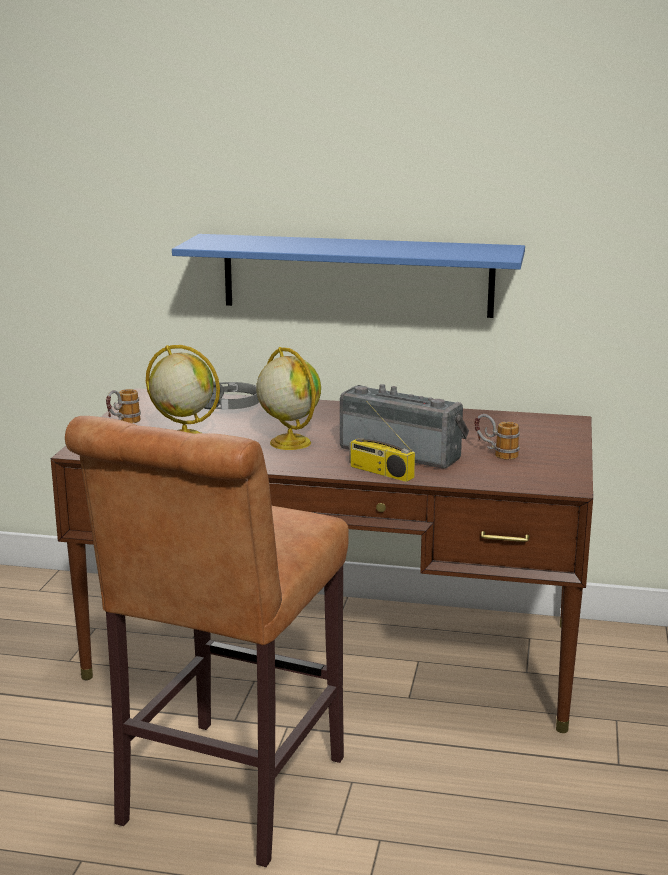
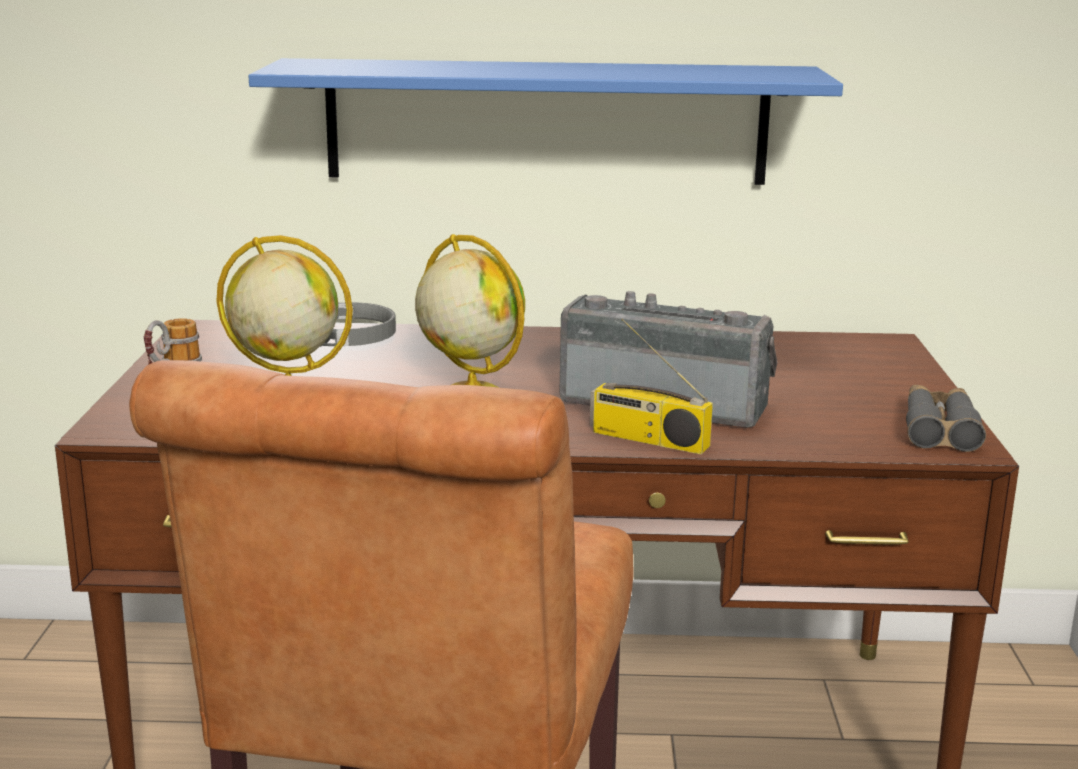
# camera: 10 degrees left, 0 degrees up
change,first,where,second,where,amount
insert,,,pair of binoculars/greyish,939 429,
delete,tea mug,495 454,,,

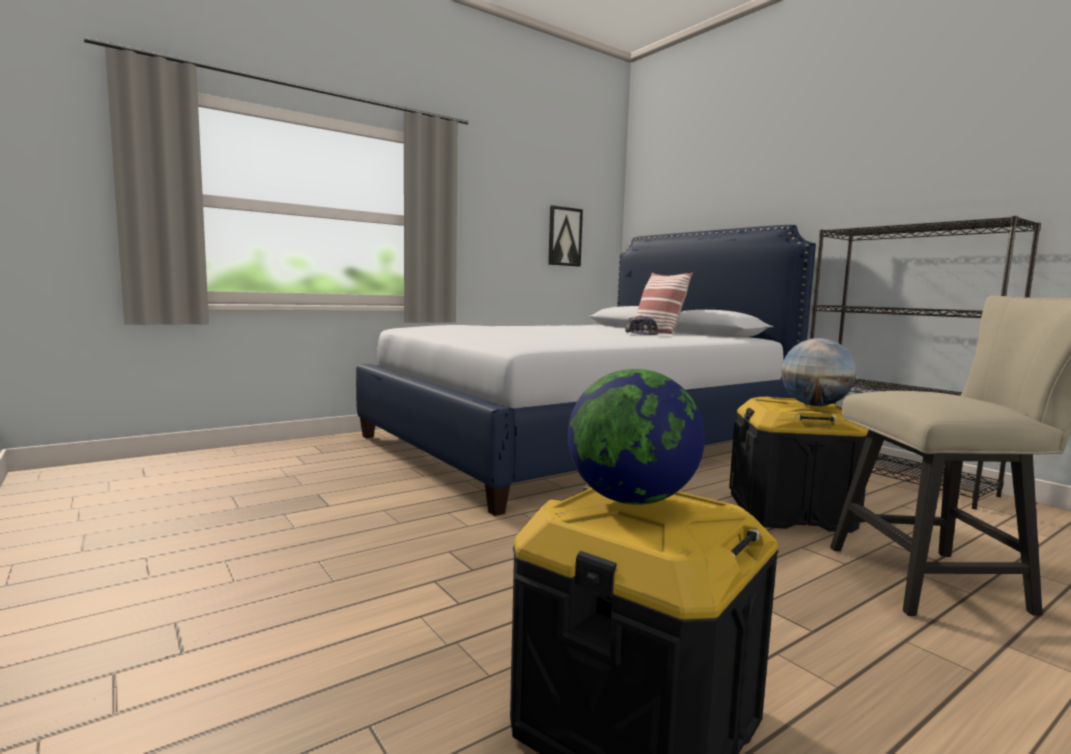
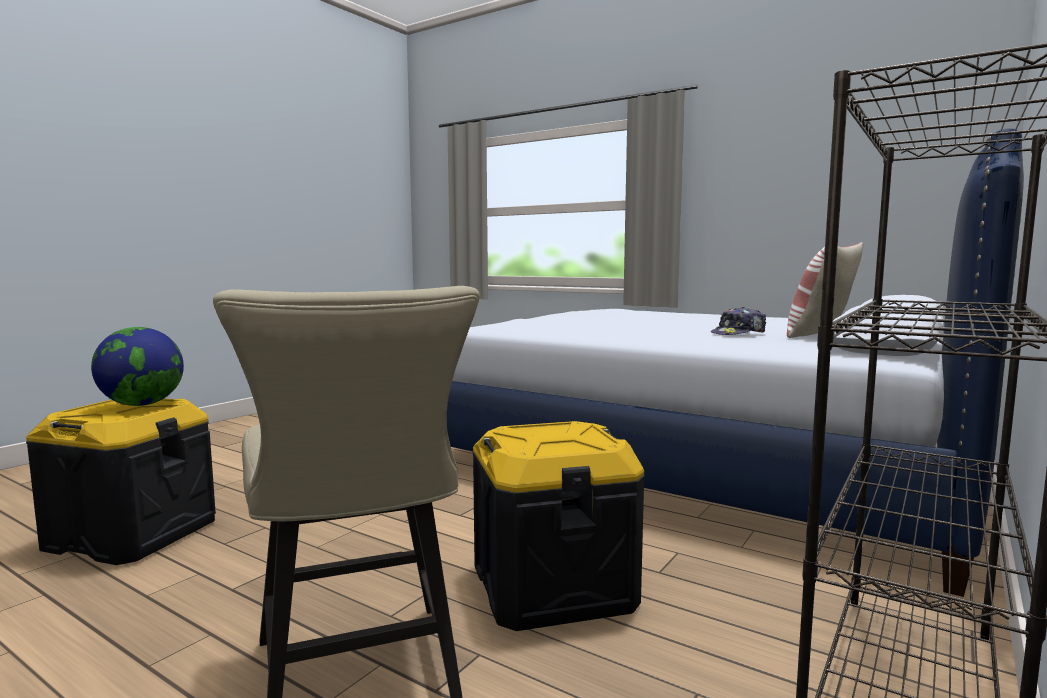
# camera: 70 degrees right, 0 degrees up
change,first,where,second,where,amount
delete,wall picture,564 236,,,
delete,world globe,814 405,,,

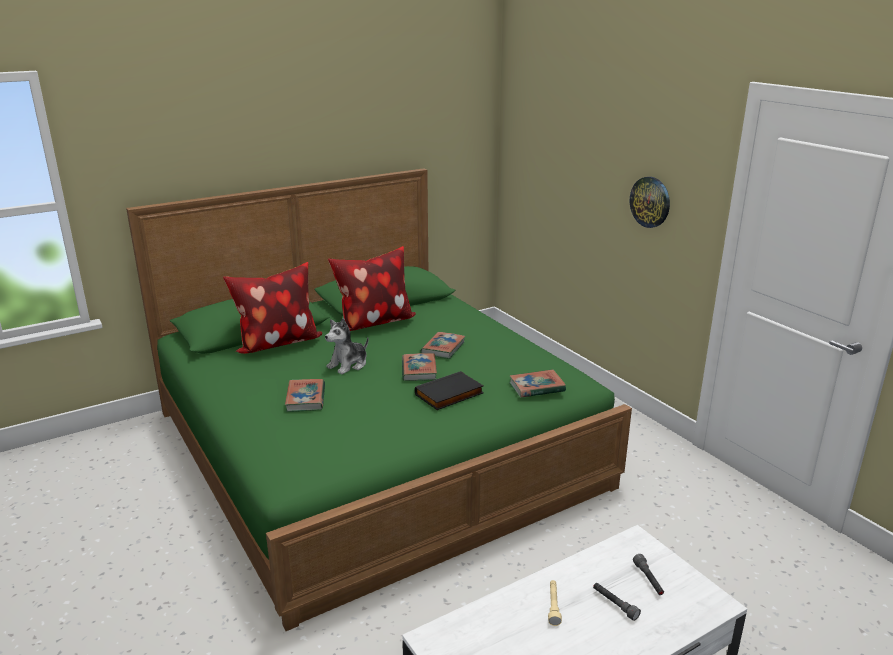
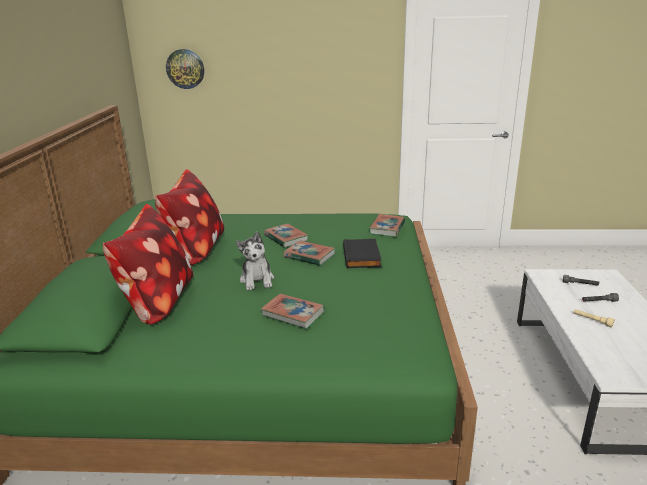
# camera: 55 degrees left, 0 degrees up
change,first,where,second,where,amount
move,clock on the wall,650 202,,185 69,

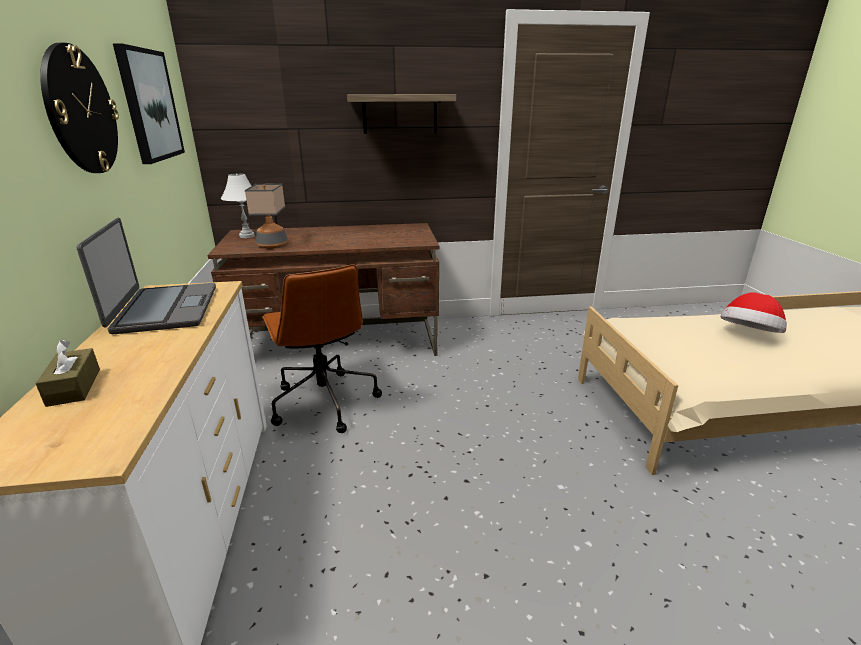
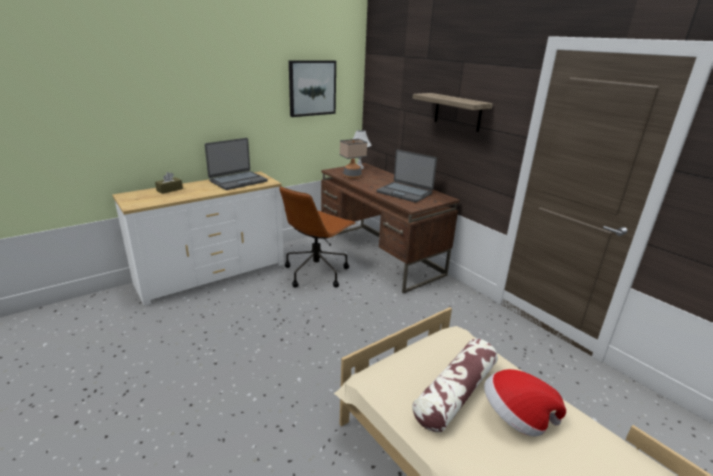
# camera: 60 degrees right, 0 degrees up
change,first,where,second,where,amount
insert,,,laptop,404 192,
insert,,,pillow,455 393,
delete,clock on the wall,80 111,,,

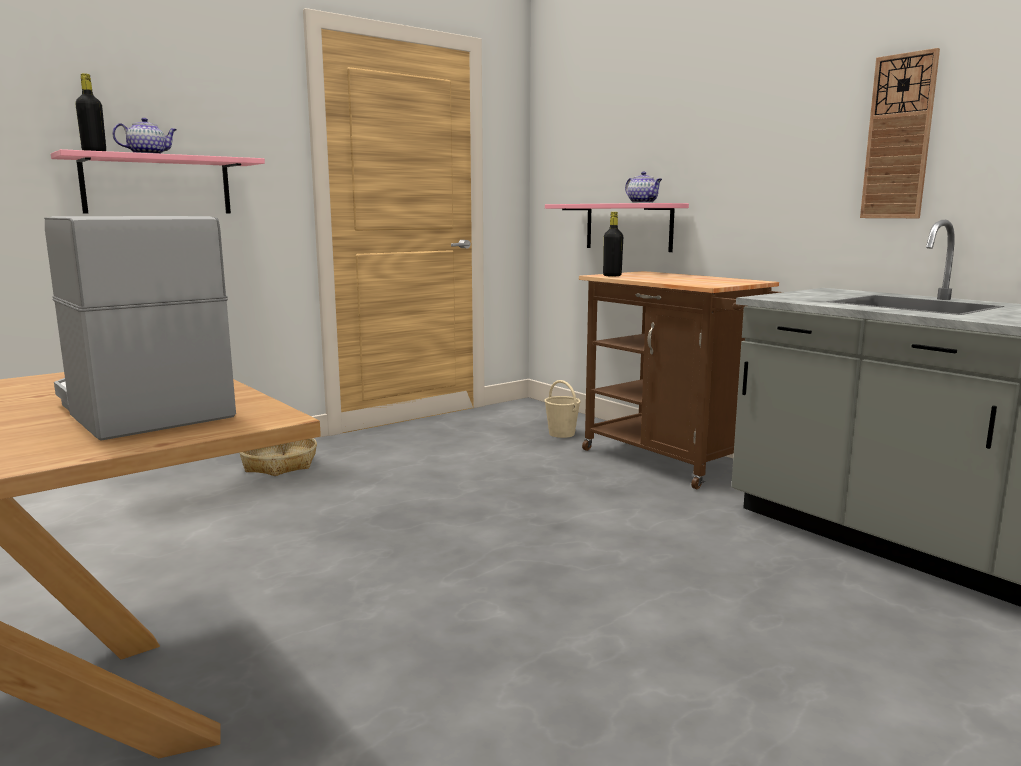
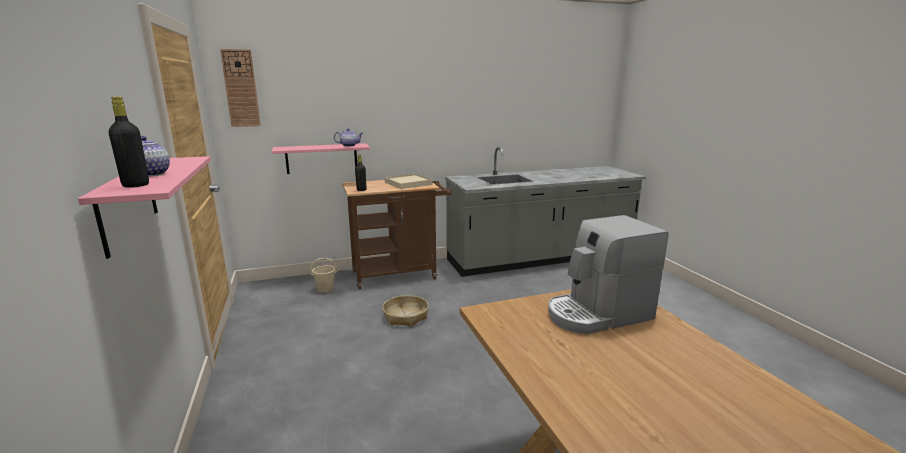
# camera: 70 degrees left, 5 degrees up
change,first,where,second,where,amount
move,clock on the wall,899 137,,241 88,
move,basket,279 464,,405 317,
insert,,,serving tray/sand-coloured,408 183,

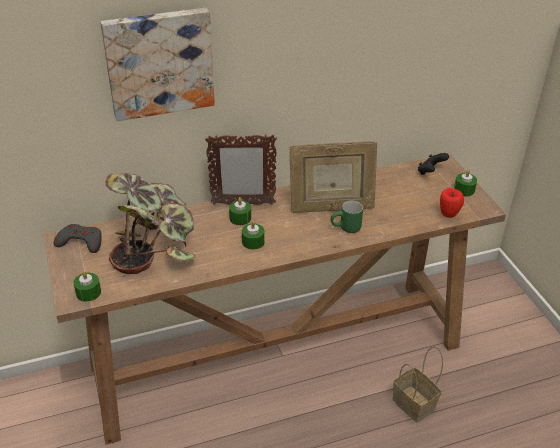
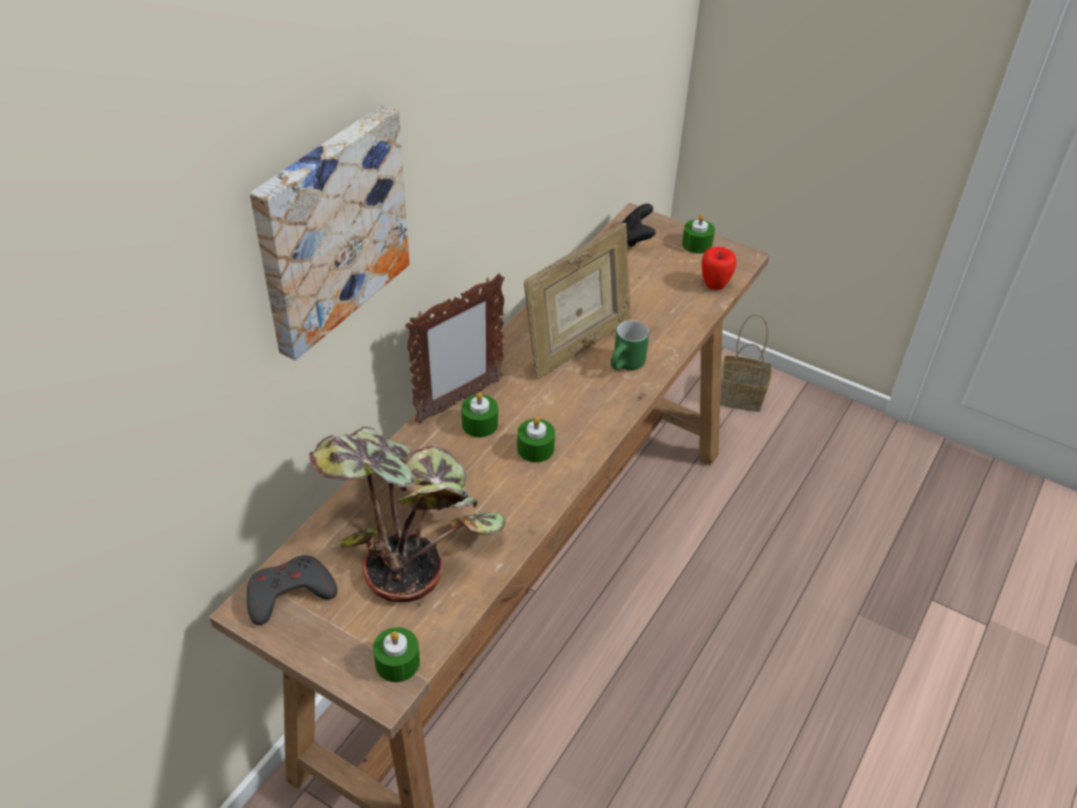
# camera: 40 degrees left, 5 degrees up
change,first,where,second,where,amount
move,basket,415 404,,742 396,

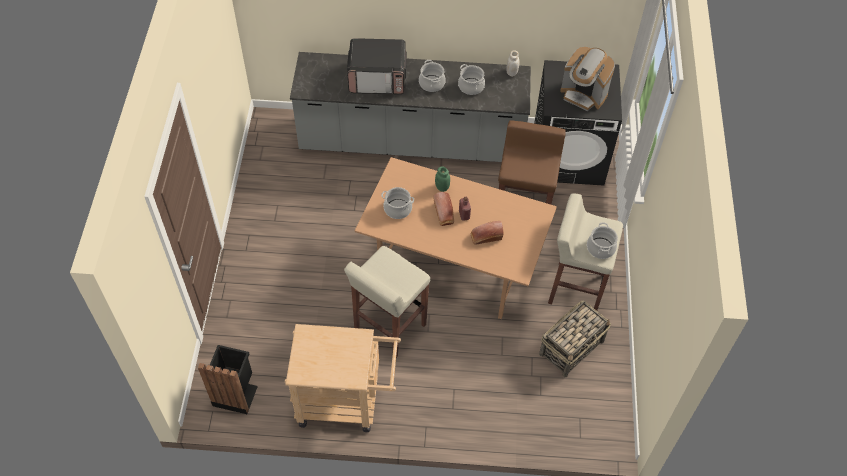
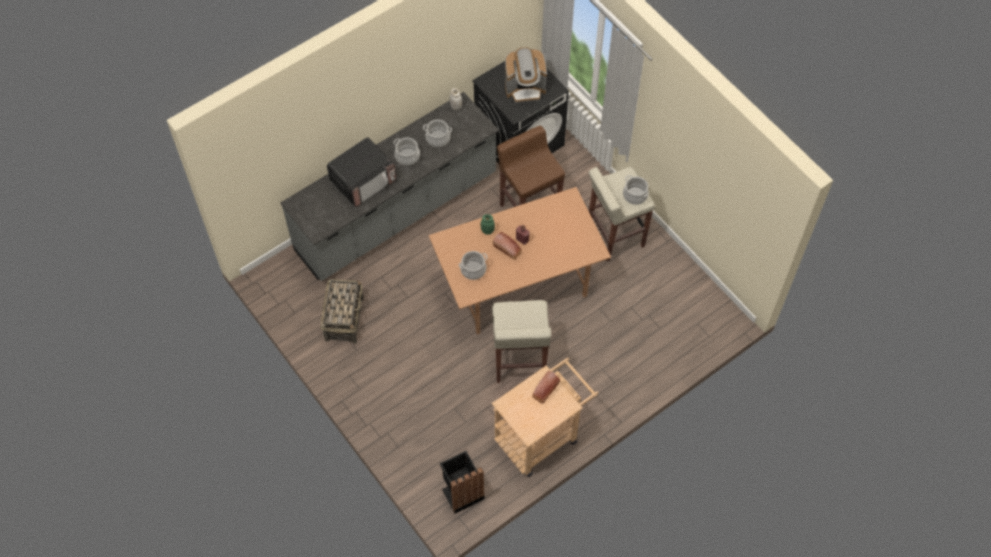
# camera: 40 degrees left, 5 degrees up
change,first,where,second,where,amount
move,basket,572 347,,344 318,
move,bakery bread,485 237,,545 391,

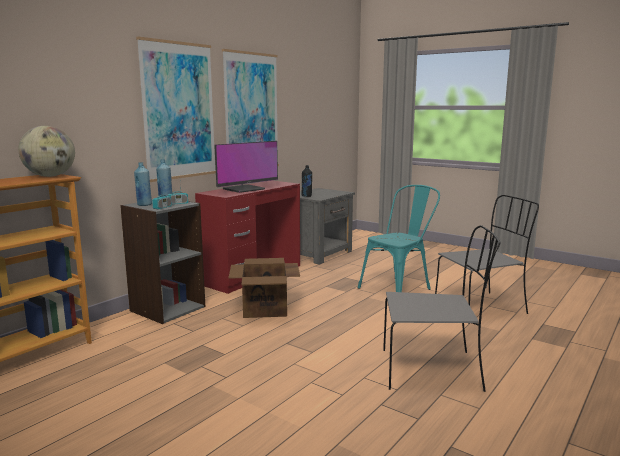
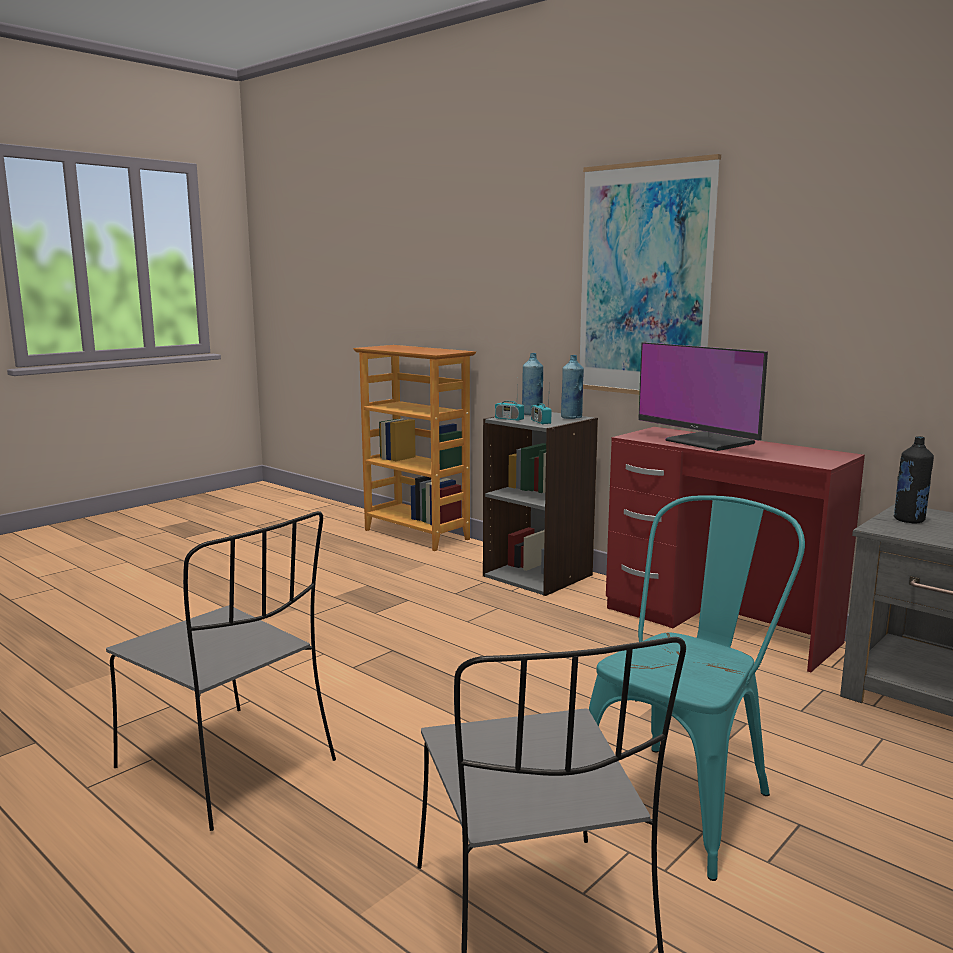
# camera: 95 degrees right, 0 degrees up
change,first,where,second,where,amount
rotate,upright chair/greyish,433 370,,230 766,60 degrees counterclockwise
rotate,upright chair/turquoise-coloured,399 288,,682 796,105 degrees counterclockwise
delete,world globe,50 176,,,
delete,wall picture,251 112,,,
delete,packing box,264 309,,,

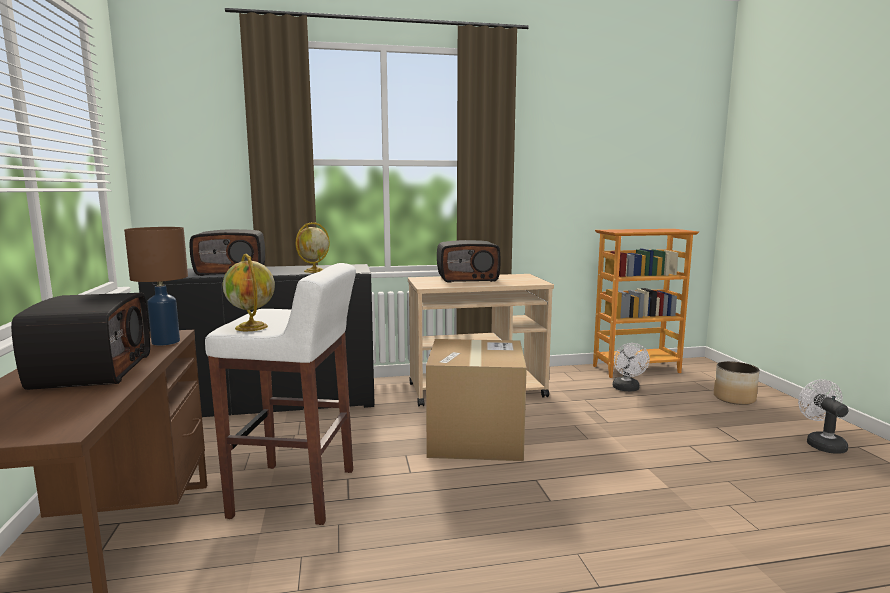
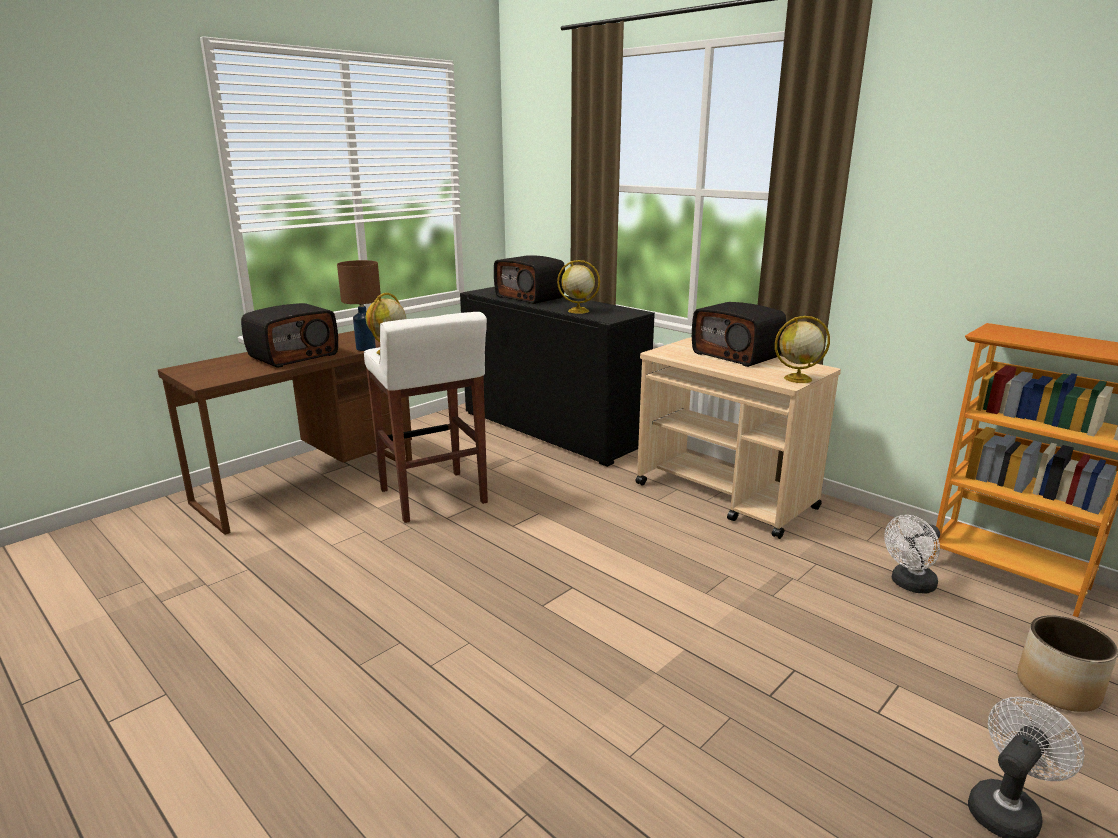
# camera: 55 degrees right, 10 degrees up
change,first,where,second,where,amount
insert,,,world globe,797 379,
delete,packing box,475 438,,,

